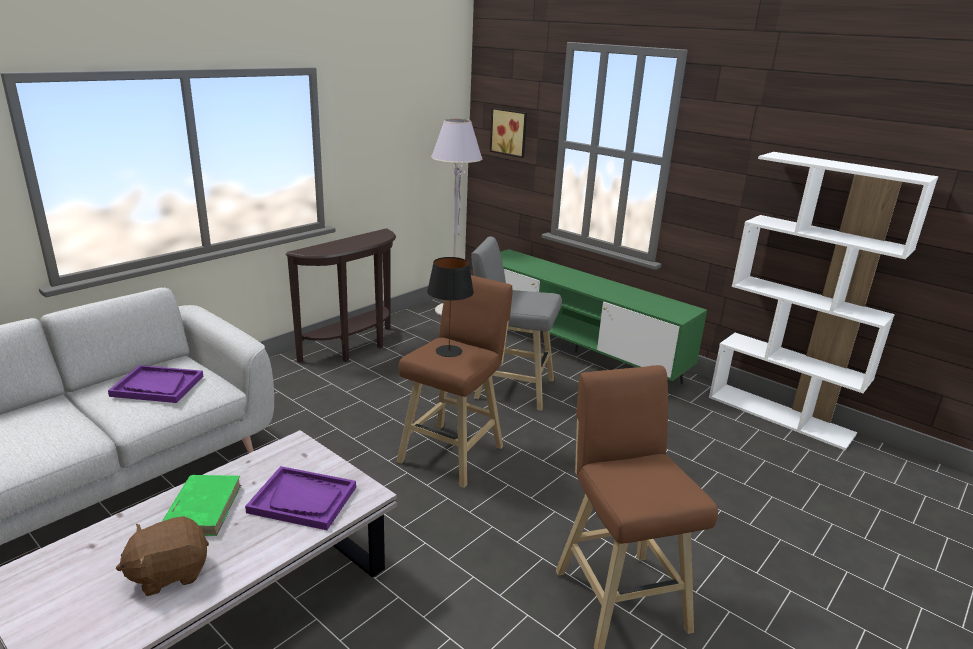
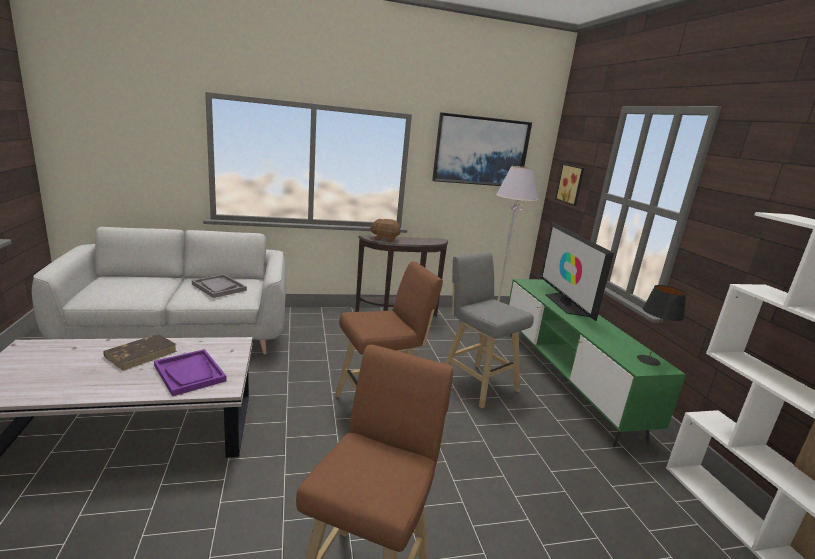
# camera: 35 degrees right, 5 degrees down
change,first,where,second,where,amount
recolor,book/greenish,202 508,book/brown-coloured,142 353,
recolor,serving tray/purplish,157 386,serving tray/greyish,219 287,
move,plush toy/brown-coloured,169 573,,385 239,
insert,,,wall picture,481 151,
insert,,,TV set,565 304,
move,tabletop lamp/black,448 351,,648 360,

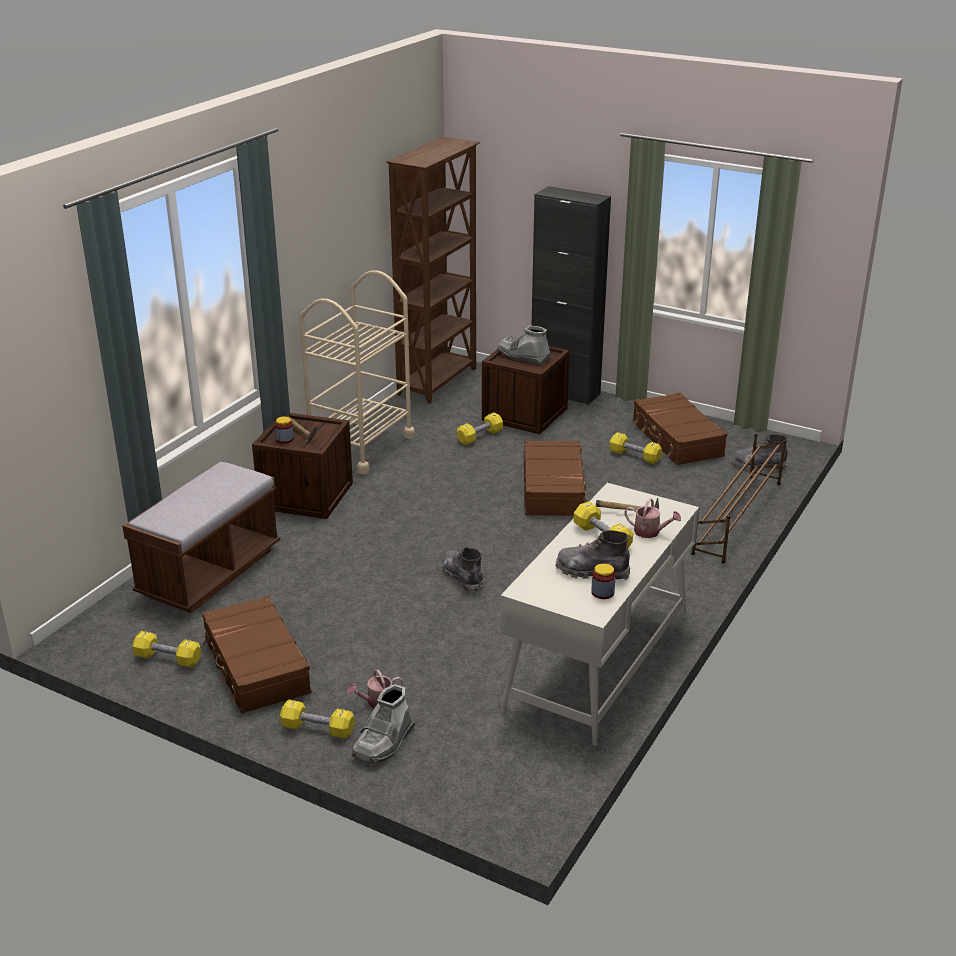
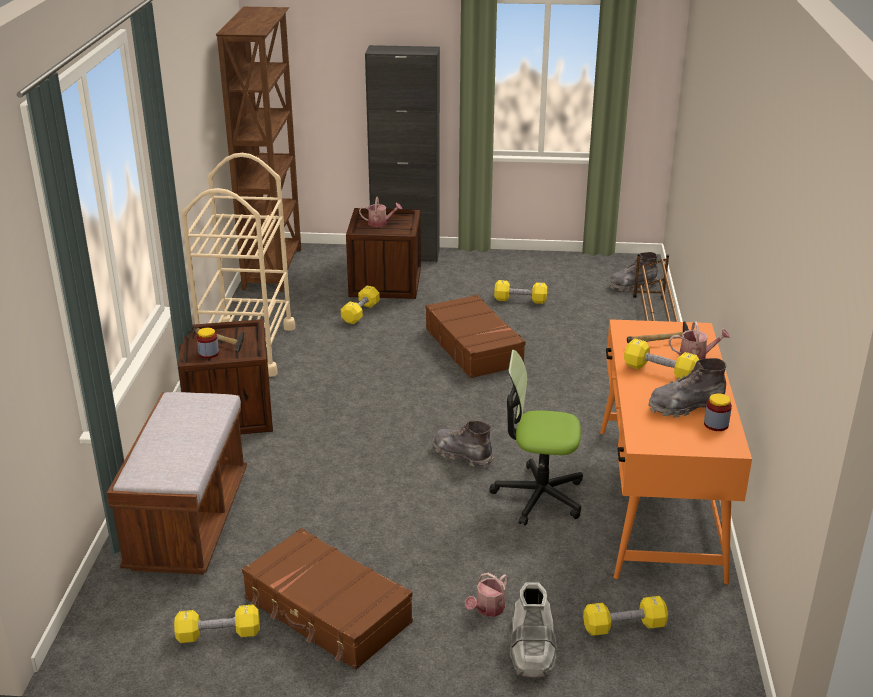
# camera: 25 degrees left, 0 degrees up
change,first,where,second,where,amount
replace,high-top boot/greyish,523 356,watering pot,380 223,
insert,,,computer chair,539 496,
move,hand weight/yellowish,318 729,,624 626,
recolor,desk table/whitish,597 661,desk table/orange,657 501,
delete,travel case/brown-coloured,676 439,,,

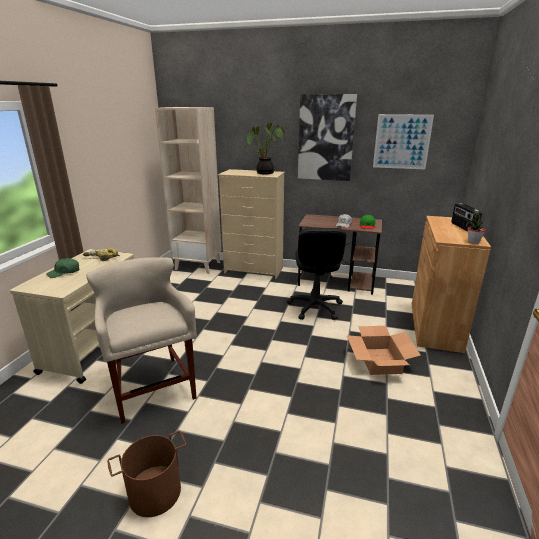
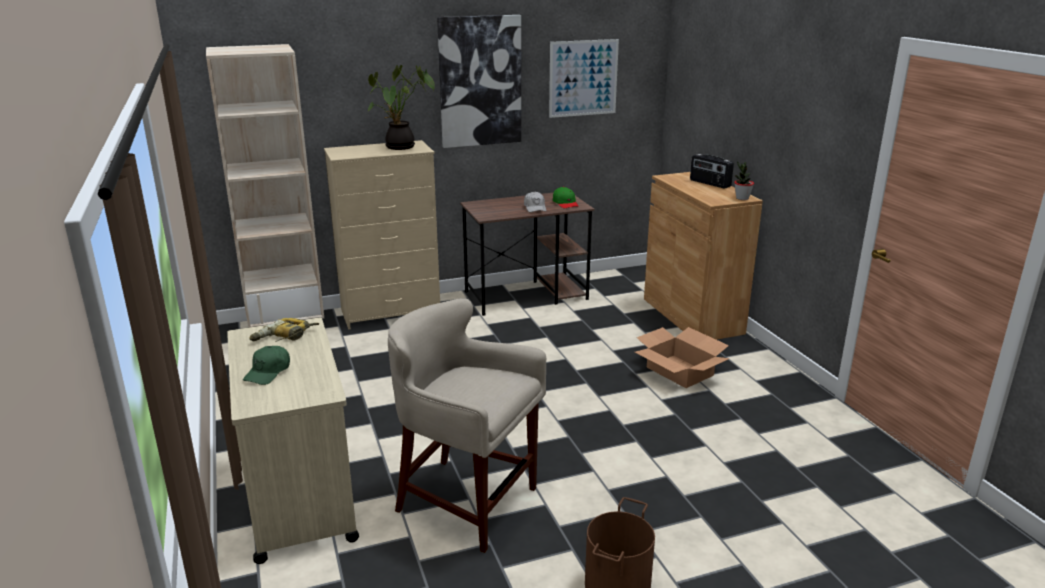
# camera: 35 degrees left, 0 degrees up
change,first,where,second,where,amount
delete,computer chair/black,315 307,,,

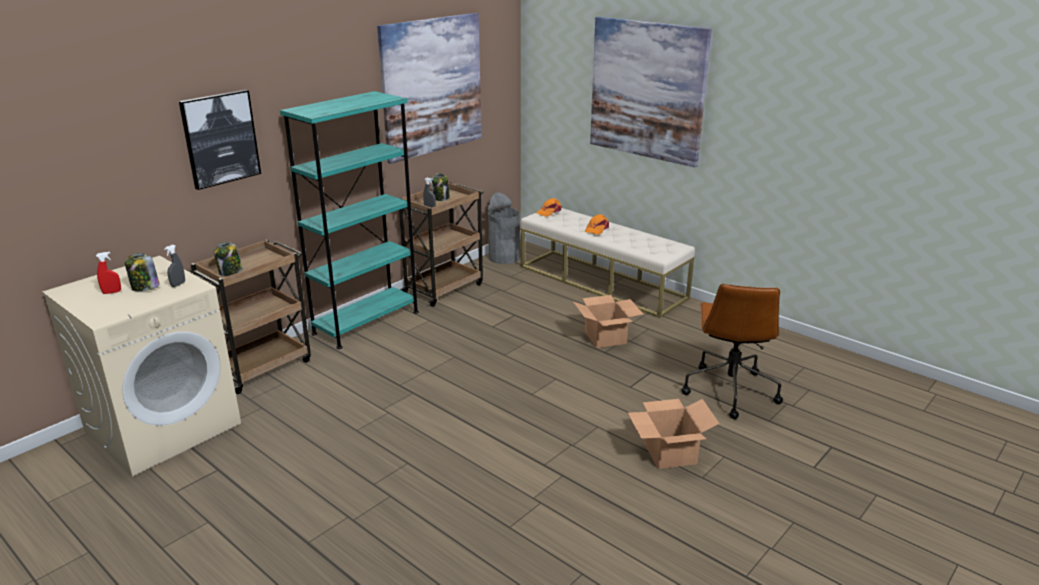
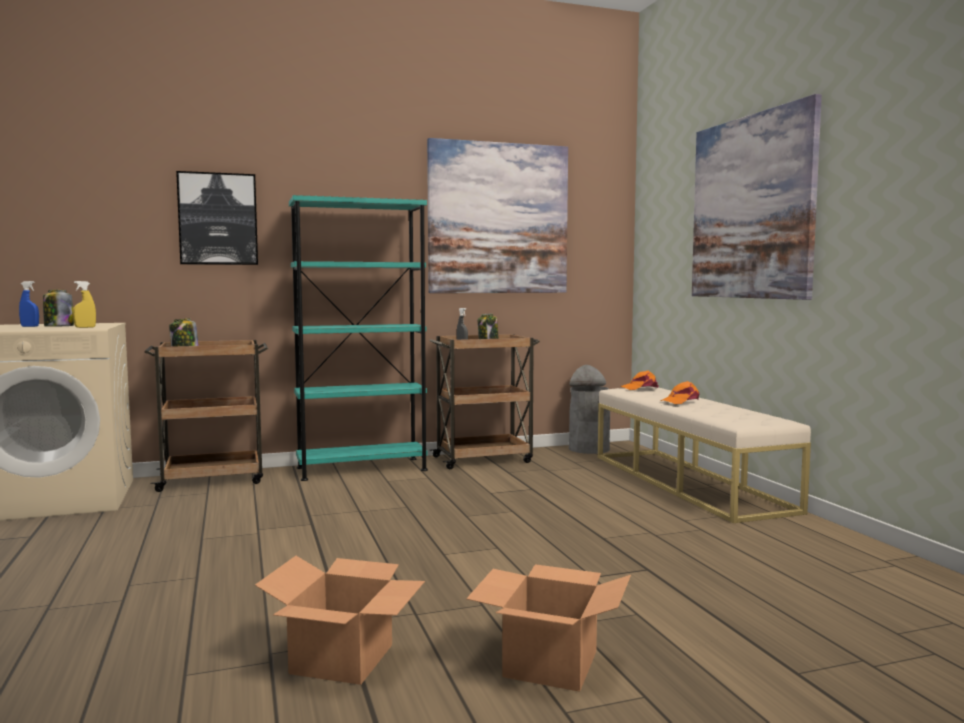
# camera: 30 degrees right, 20 degrees down
change,first,where,second,where,amount
recolor,spray bottle/red,112 292,spray bottle/blue-coloured,30 326,
recolor,spray bottle/greyish,178 284,spray bottle/yellowish,85 327,
move,packing box,604 337,,342 658,
delete,computer chair/brown-coloured,729 390,,,

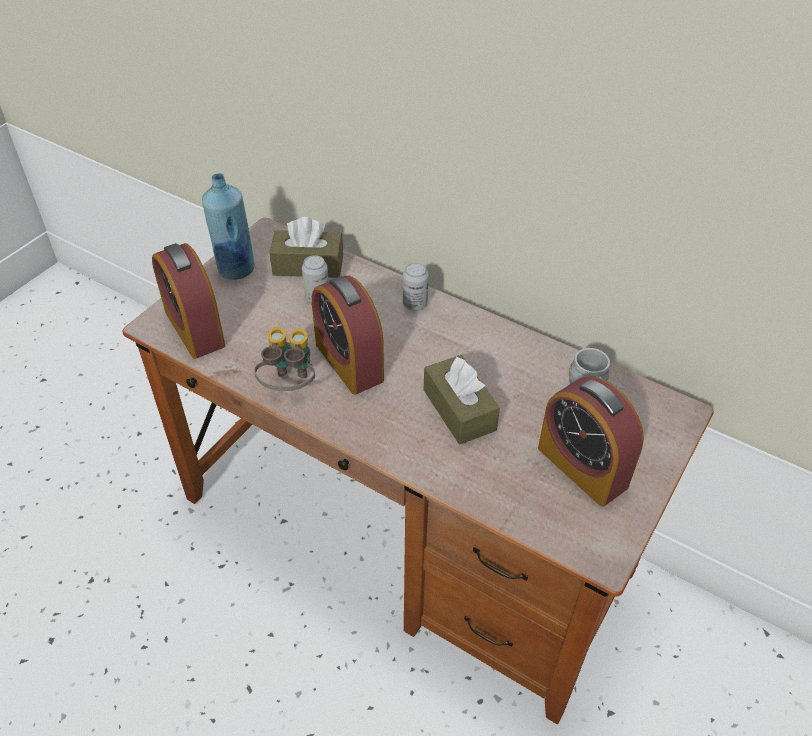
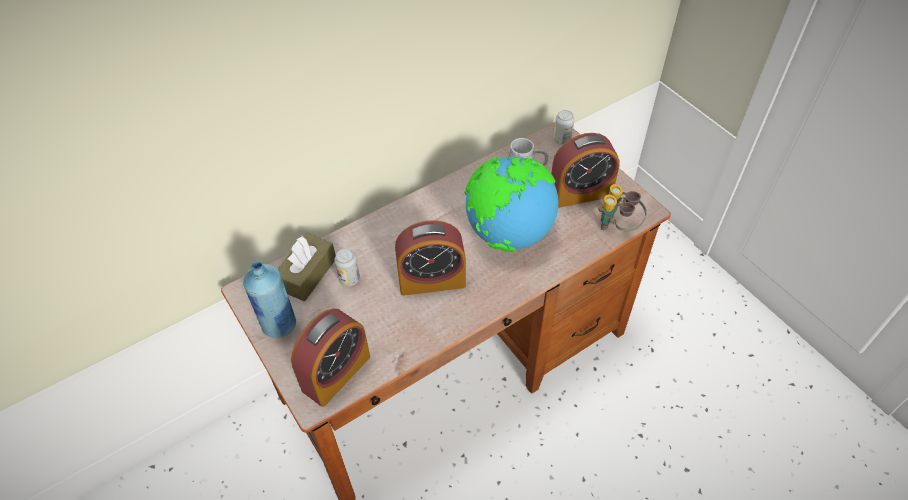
# camera: 65 degrees left, 5 degrees up
change,first,where,second,where,amount
rotate,bedside clock,194 328,,336 373,45 degrees counterclockwise
replace,tissue holder/brown-coloured,459 410,world globe,508 234,
move,sealed can,415 304,,561 140,
move,pair of binoculars,289 386,,617 227,

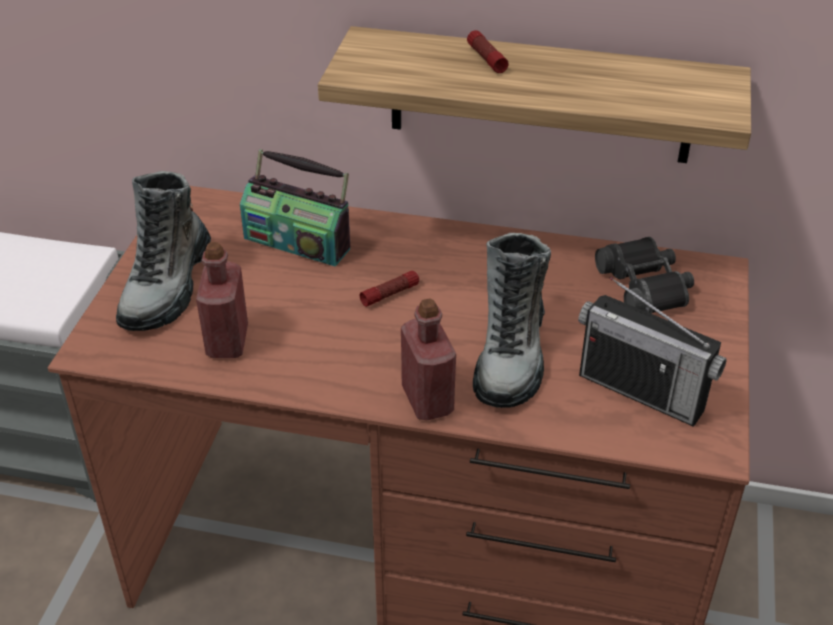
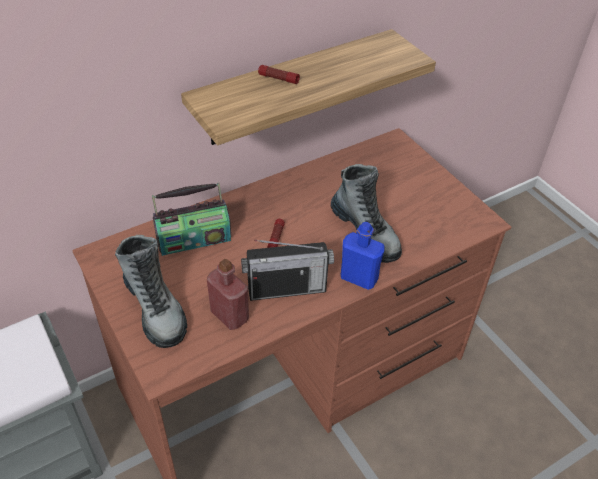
# camera: 45 degrees left, 5 degrees up
change,first,where,second,where,amount
move,radio receiver,642 391,,286 289,
recolor,beverage bottle/red,427 400,beverage bottle/blue-coloured,359 278,
delete,pair of binoculars/black,645 286,,,

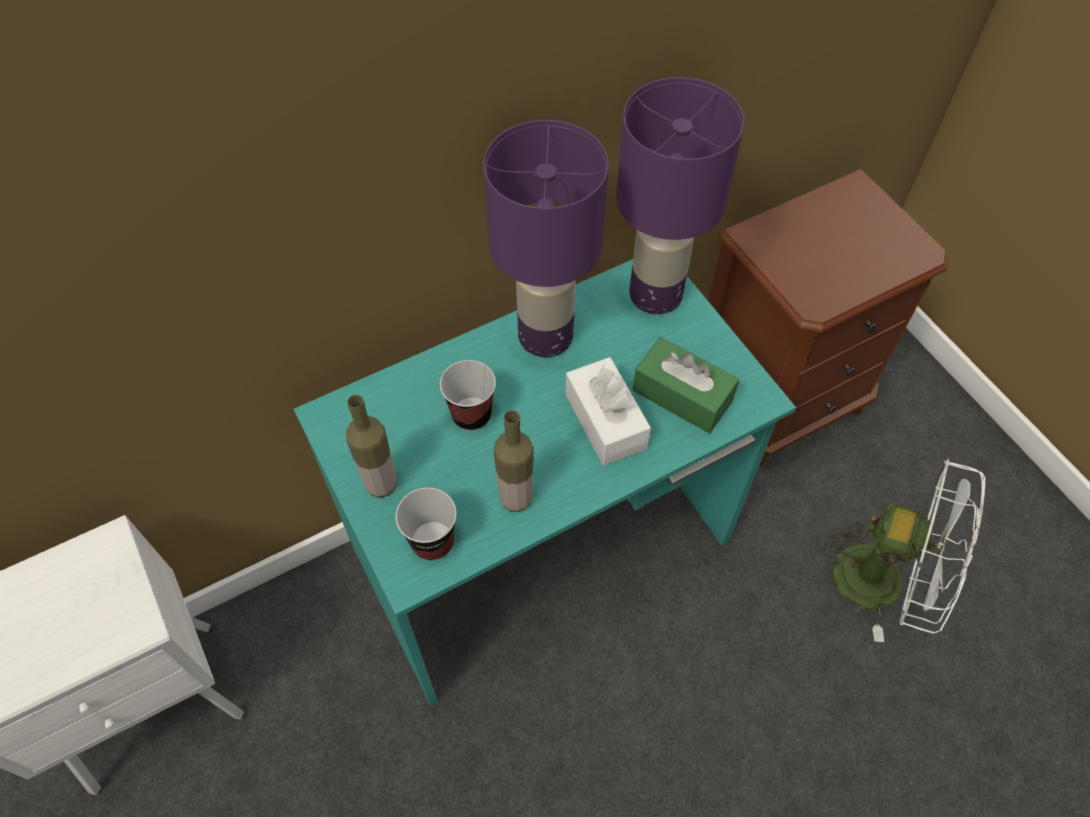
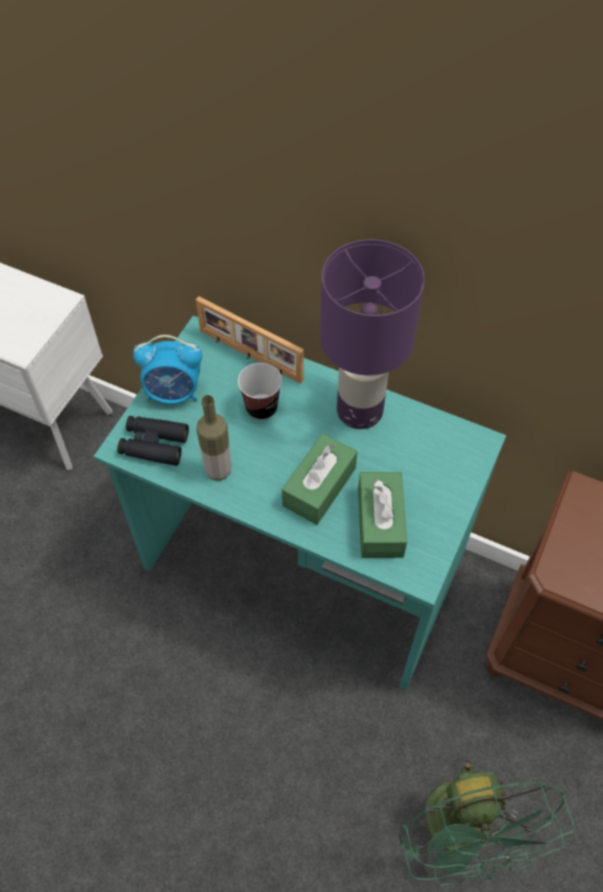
# camera: 55 degrees right, 0 degrees up
change,first,where,second,where,amount
replace,small cup,432 542,pair of binoculars/black,154 444,
replace,beverage bottle,381 484,bedside clock,174 393,
insert,,,standing frame,249 356,
recolor,tissue holder/whitish,605 421,tissue holder/greenish,319 487,
recolor,electric fan/whitish,884 581,electric fan/greenish,466 834,
delete,tabletop lamp/purplish,654 294,,,

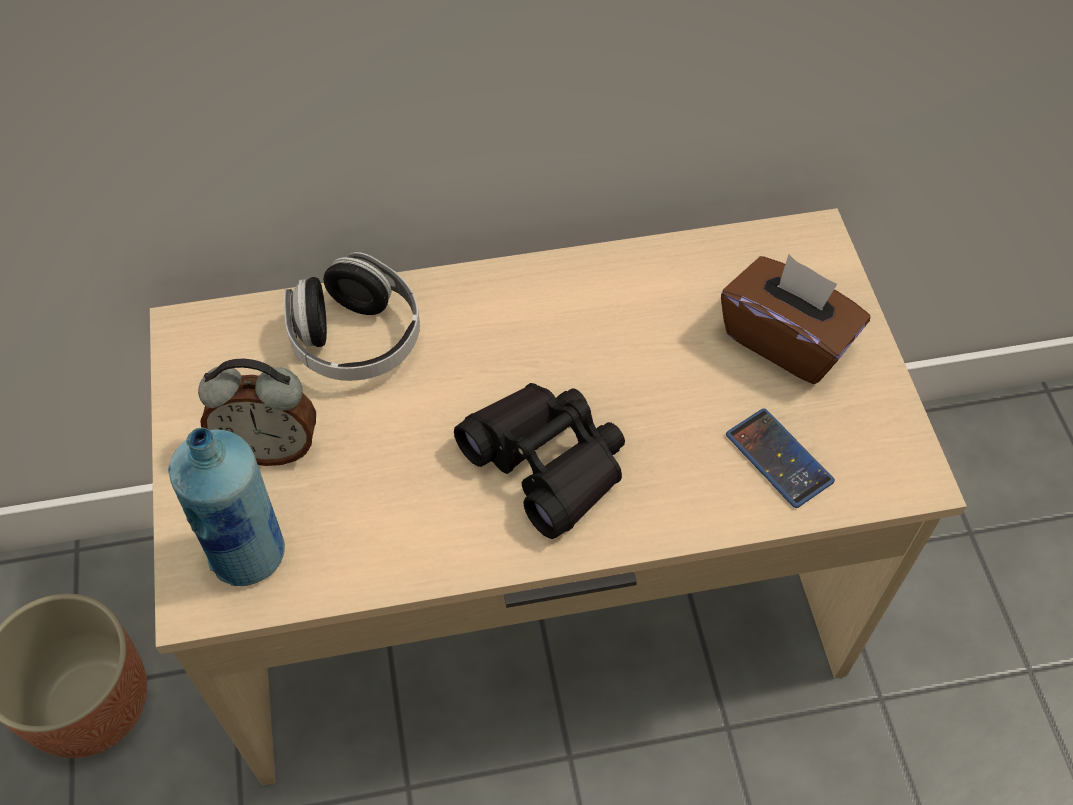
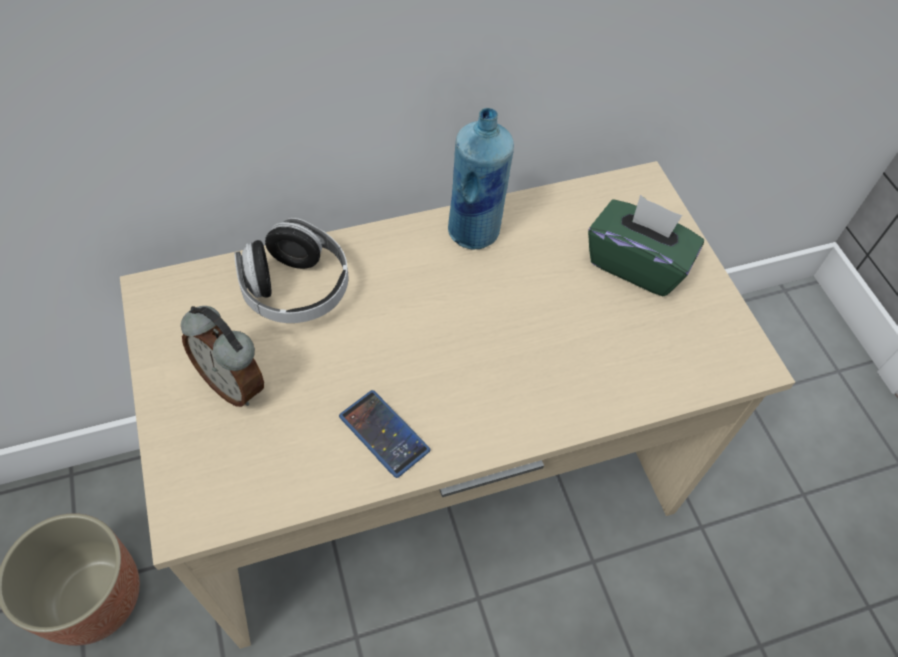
# camera: 10 degrees left, 0 degrees up
change,first,where,second,where,amount
rotate,bedside clock,270 447,,234 383,45 degrees clockwise
move,phone,778 458,,384 433,
move,beverage bottle/blue-coloured,249 555,,474 232,
recolor,tissue holder/brown-coloured,786 340,tissue holder/greenish,636 264,
delete,pair of binoculars/black,547 463,,,

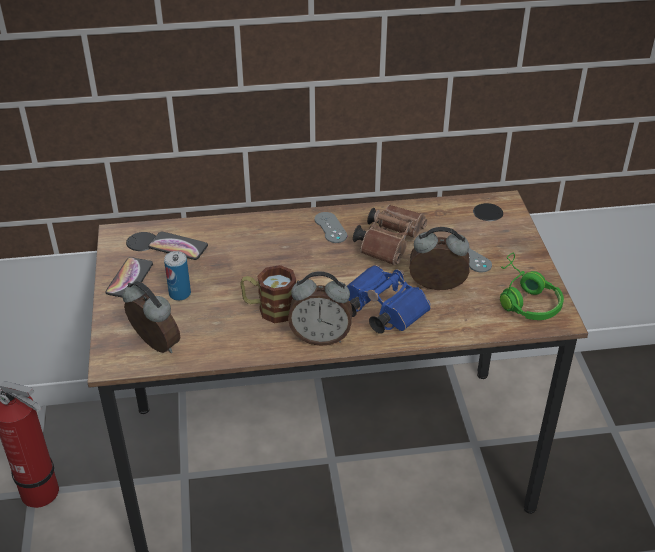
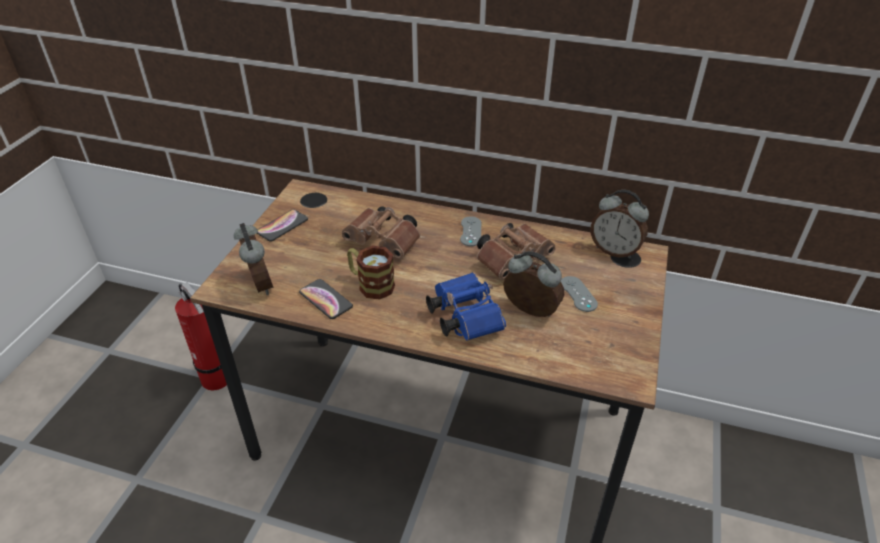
# camera: 25 degrees right, 0 degrees up
change,first,where,second,where,amount
move,phone,178 246,,325 299,
insert,,,pair of binoculars/brown-coloured,385 243,
move,bedside clock,320 337,,614 250,
delete,sealed can,180 294,,,
delete,headphones/greenish,524 299,,,

